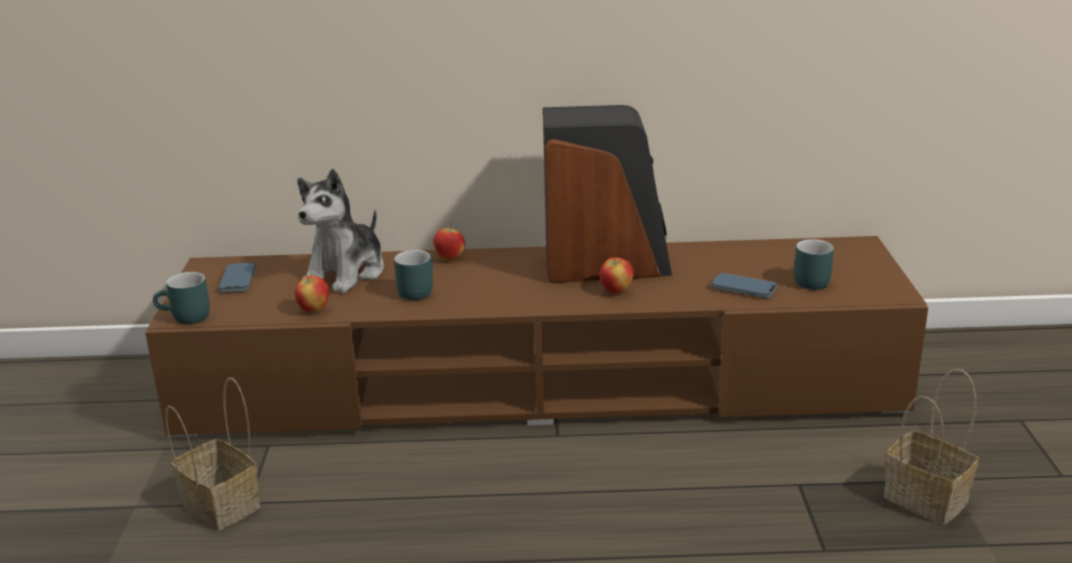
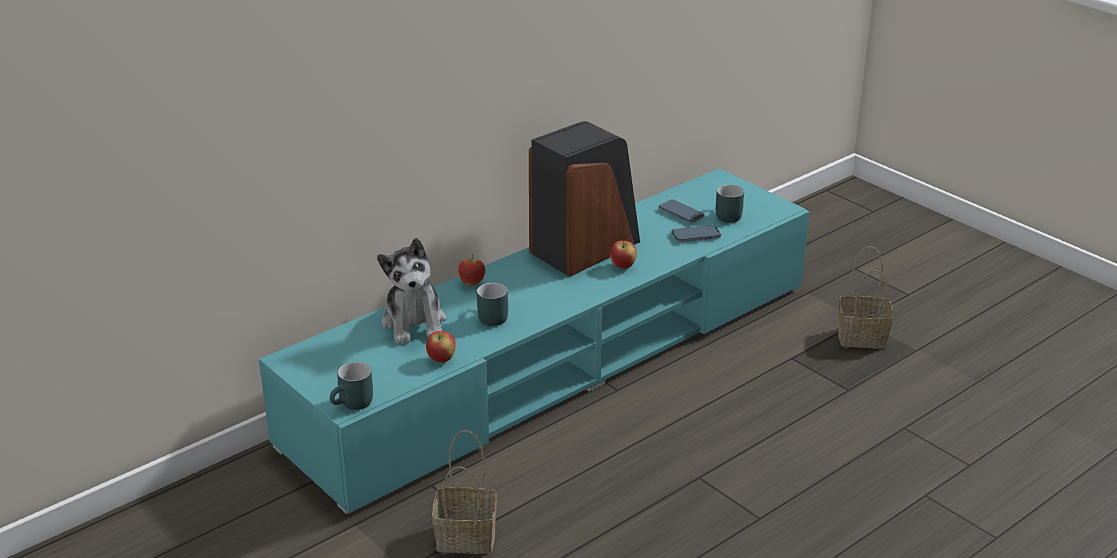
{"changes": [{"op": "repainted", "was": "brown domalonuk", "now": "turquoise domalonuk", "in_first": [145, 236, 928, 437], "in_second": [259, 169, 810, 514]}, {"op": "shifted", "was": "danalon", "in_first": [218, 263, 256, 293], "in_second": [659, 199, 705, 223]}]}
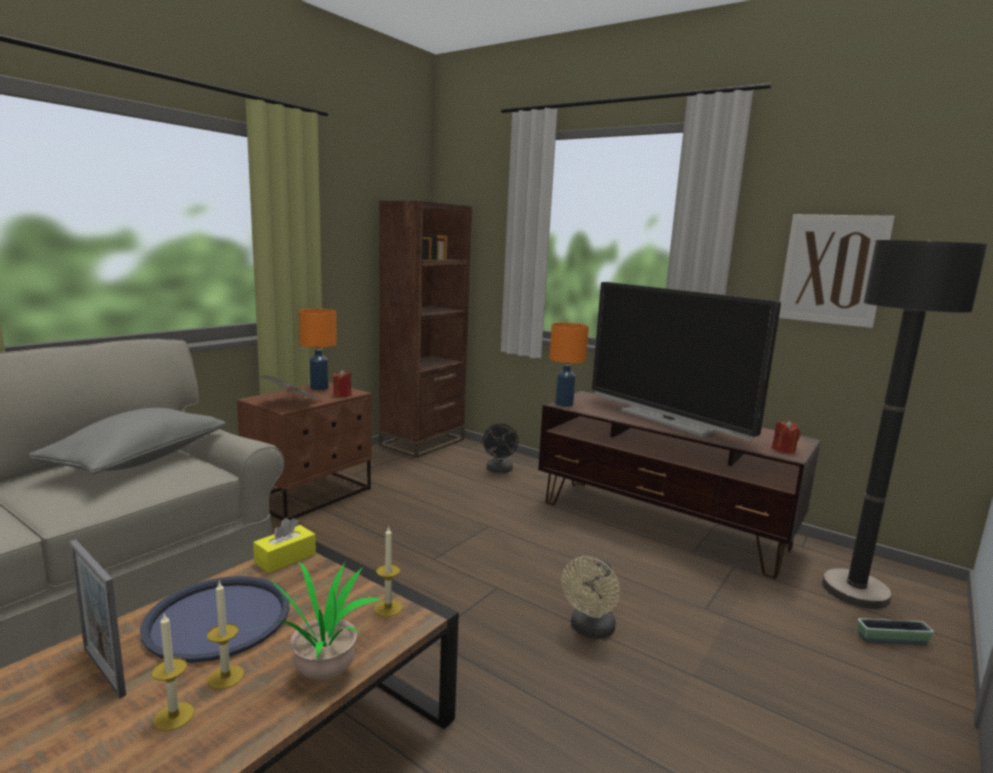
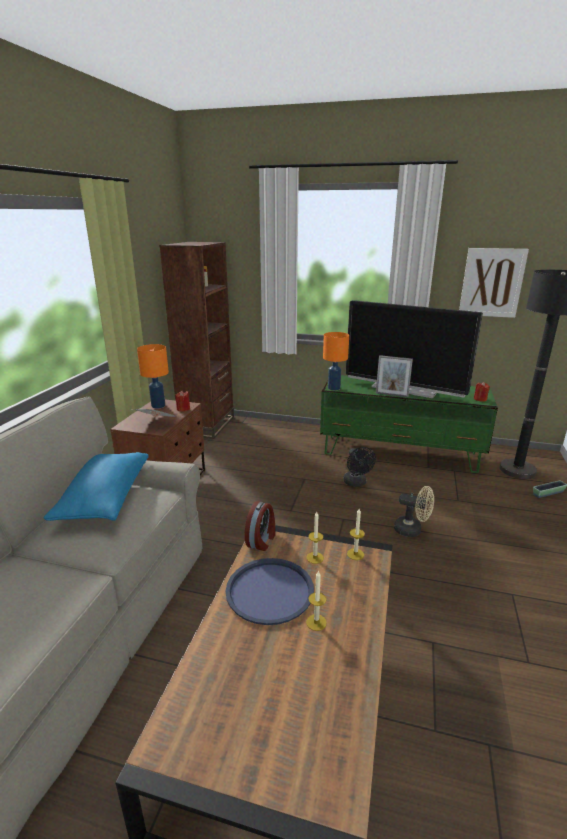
{"changes": [{"op": "repainted", "was": "brown domalonuk", "now": "green domalonuk", "in_first": [538, 391, 821, 579], "in_second": [320, 375, 498, 473]}, {"op": "repainted", "was": "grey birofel", "now": "blue birofel", "in_first": [29, 408, 226, 474], "in_second": [44, 452, 149, 521]}, {"op": "shifted", "was": "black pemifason", "in_first": [483, 424, 519, 473], "in_second": [343, 447, 376, 487]}, {"op": "swapped", "was": "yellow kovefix", "now": "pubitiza", "in_first": [253, 518, 316, 573], "in_second": [245, 501, 275, 551]}, {"op": "shifted", "was": "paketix", "in_first": [70, 540, 126, 698], "in_second": [376, 355, 413, 397]}, {"op": "rotated", "was": "beige pemifason", "in_first": [561, 556, 620, 639], "in_second": [394, 486, 434, 537], "clockwise": -75}, {"op": "gone", "was": "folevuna", "in_first": [247, 561, 381, 680]}, {"op": "shifted", "was": "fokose", "in_first": [151, 614, 194, 731], "in_second": [307, 512, 324, 564]}]}
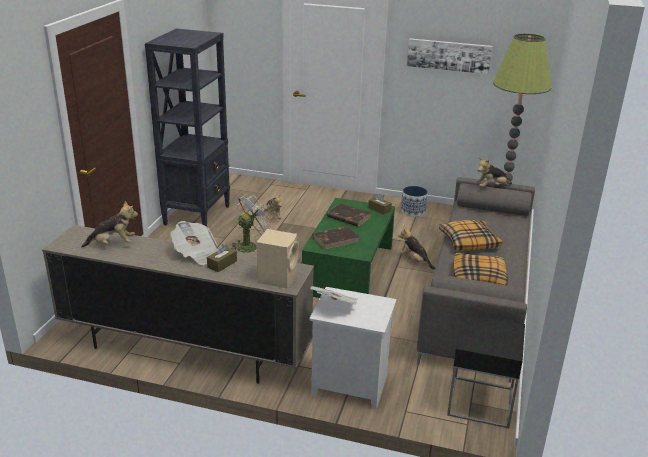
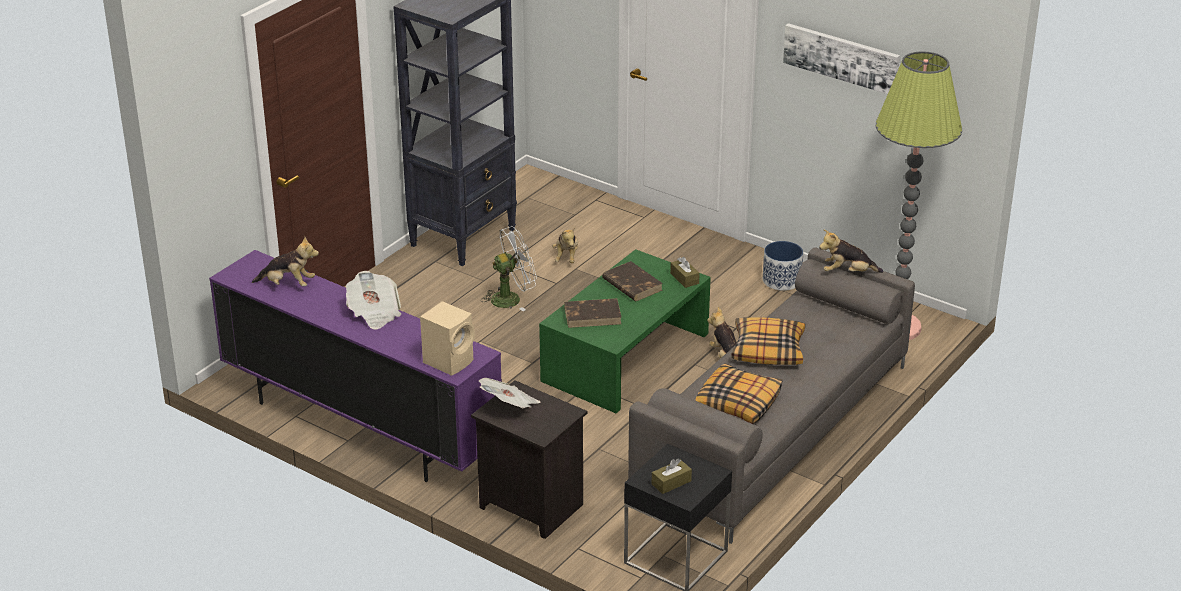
{"changes": [{"op": "repainted", "was": "beige domalonuk", "now": "purple domalonuk", "in_first": [42, 225, 314, 384], "in_second": [209, 250, 502, 482]}, {"op": "shifted", "was": "brown kovefix", "in_first": [207, 243, 237, 272], "in_second": [652, 458, 692, 494]}, {"op": "repainted", "was": "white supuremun", "now": "black supuremun", "in_first": [309, 287, 397, 409], "in_second": [471, 380, 587, 539]}]}
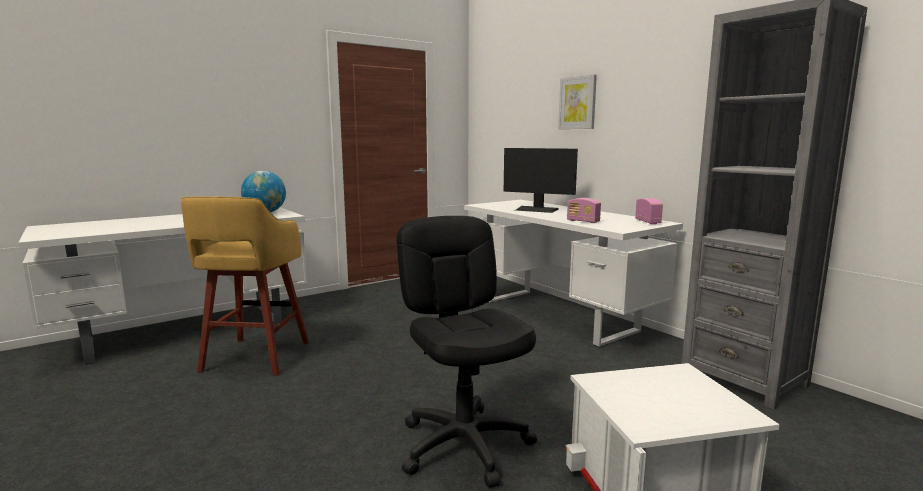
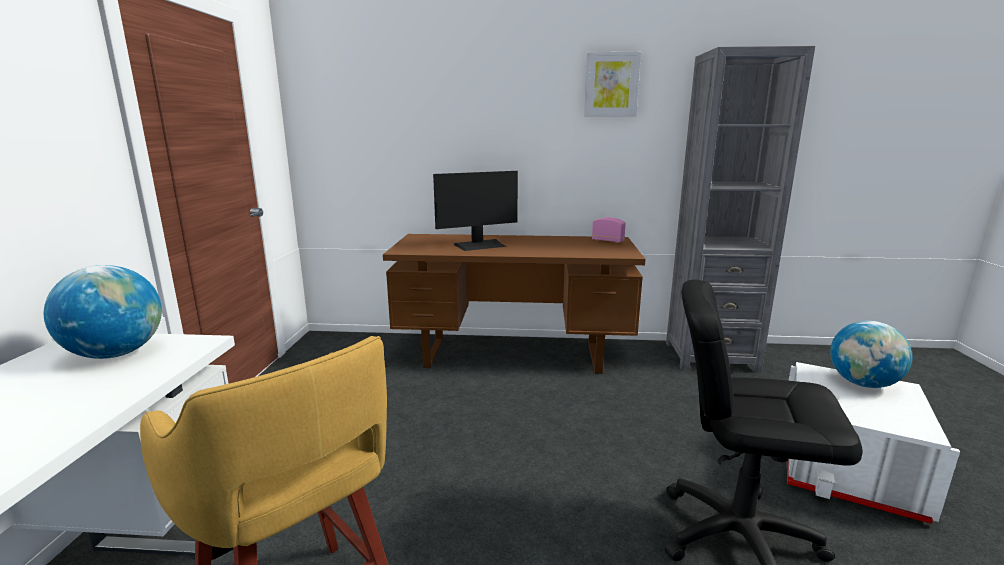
{"changes": [{"op": "shifted", "was": "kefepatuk", "in_first": [558, 74, 597, 129], "in_second": [584, 52, 641, 117]}, {"op": "gone", "was": "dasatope", "in_first": [567, 198, 601, 223]}, {"op": "repainted", "was": "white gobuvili", "now": "brown gobuvili", "in_first": [464, 200, 683, 347], "in_second": [383, 234, 646, 374]}, {"op": "new", "now": "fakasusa", "in_second": [830, 321, 913, 388]}]}
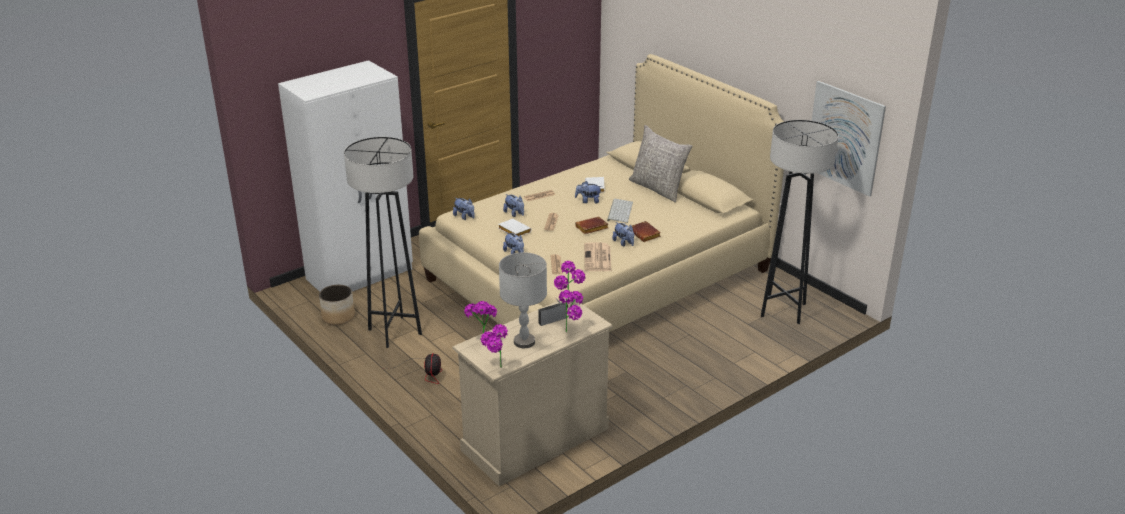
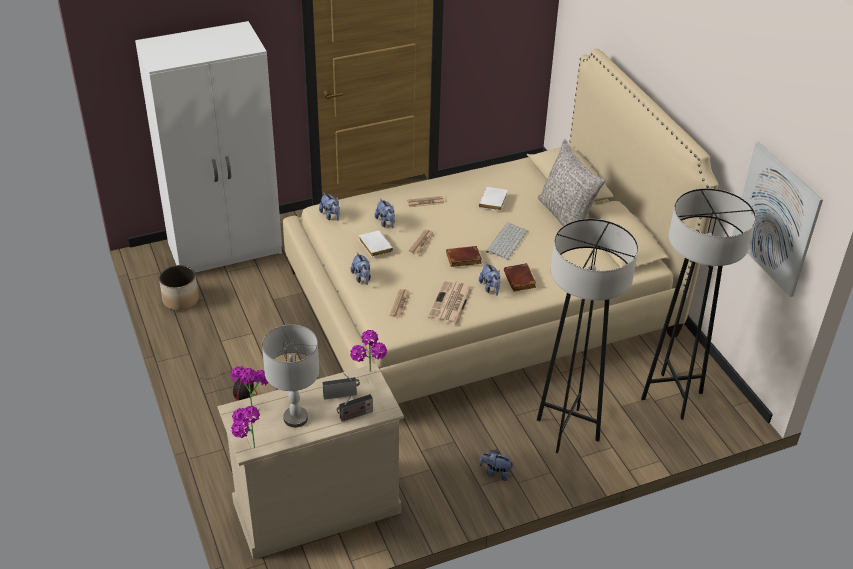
{"changes": [{"op": "shifted", "was": "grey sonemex", "in_first": [344, 137, 422, 348], "in_second": [537, 219, 638, 453]}, {"op": "shifted", "was": "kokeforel", "in_first": [575, 181, 602, 203], "in_second": [479, 450, 514, 481]}, {"op": "swapped", "was": "folevuna", "now": "dasatope", "in_first": [559, 290, 583, 332], "in_second": [337, 394, 373, 422]}]}
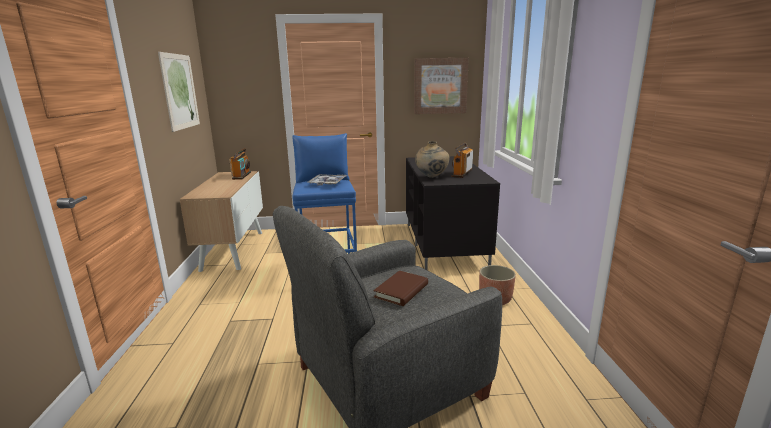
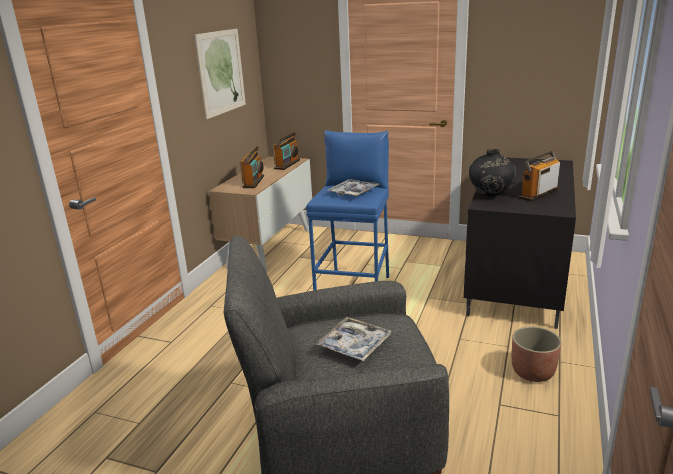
{"changes": [{"op": "gone", "was": "kefepatuk", "in_first": [414, 58, 469, 114]}, {"op": "repainted", "was": "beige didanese", "now": "black didanese", "in_first": [415, 141, 450, 178], "in_second": [469, 149, 516, 197]}, {"op": "swapped", "was": "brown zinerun", "now": "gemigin", "in_first": [374, 271, 428, 306], "in_second": [315, 317, 392, 361]}, {"op": "new", "now": "dasatope", "in_second": [240, 146, 264, 188]}]}
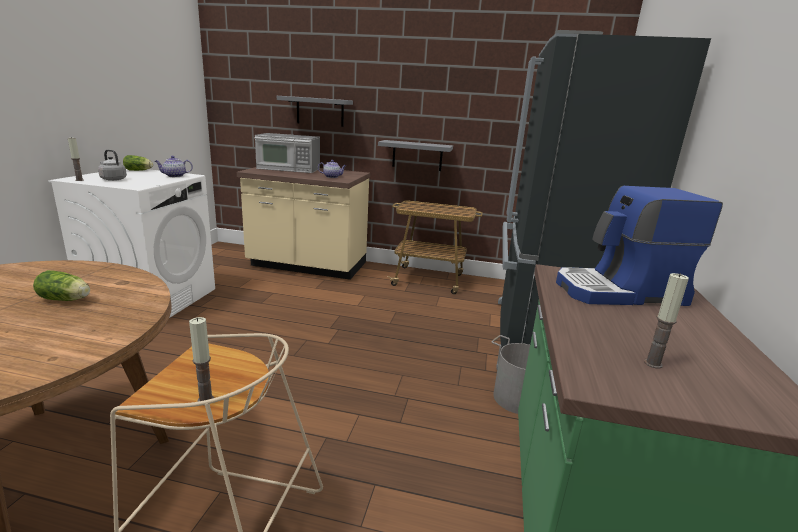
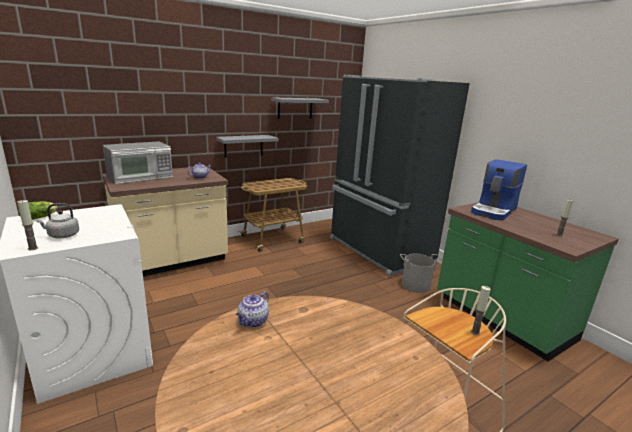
{"changes": [{"op": "shifted", "was": "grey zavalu", "in_first": [277, 96, 353, 127], "in_second": [271, 97, 329, 119]}, {"op": "shifted", "was": "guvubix", "in_first": [155, 156, 193, 177], "in_second": [236, 291, 269, 327]}, {"op": "gone", "was": "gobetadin", "in_first": [33, 270, 90, 301]}]}
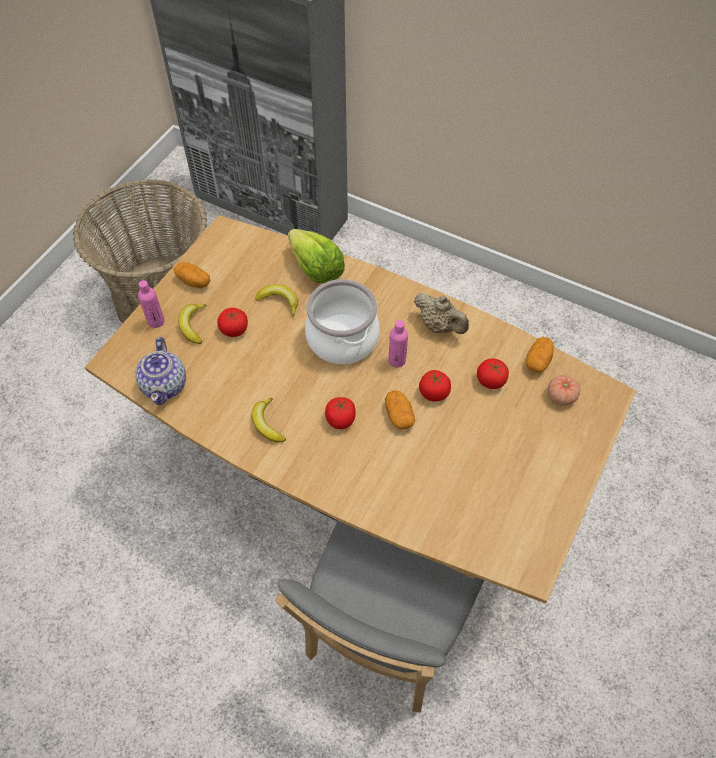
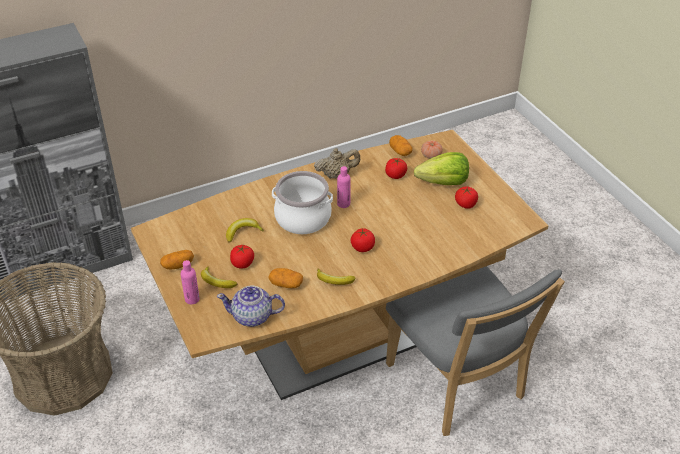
{"changes": [{"op": "shifted", "was": "gobetadin", "in_first": [288, 229, 345, 283], "in_second": [414, 152, 469, 185]}, {"op": "rotated", "was": "guvubix", "in_first": [135, 337, 186, 405], "in_second": [217, 286, 285, 327], "clockwise": 150}, {"op": "shifted", "was": "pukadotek", "in_first": [419, 370, 451, 402], "in_second": [455, 186, 478, 209]}, {"op": "shifted", "was": "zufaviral", "in_first": [385, 390, 415, 430], "in_second": [268, 268, 303, 288]}]}
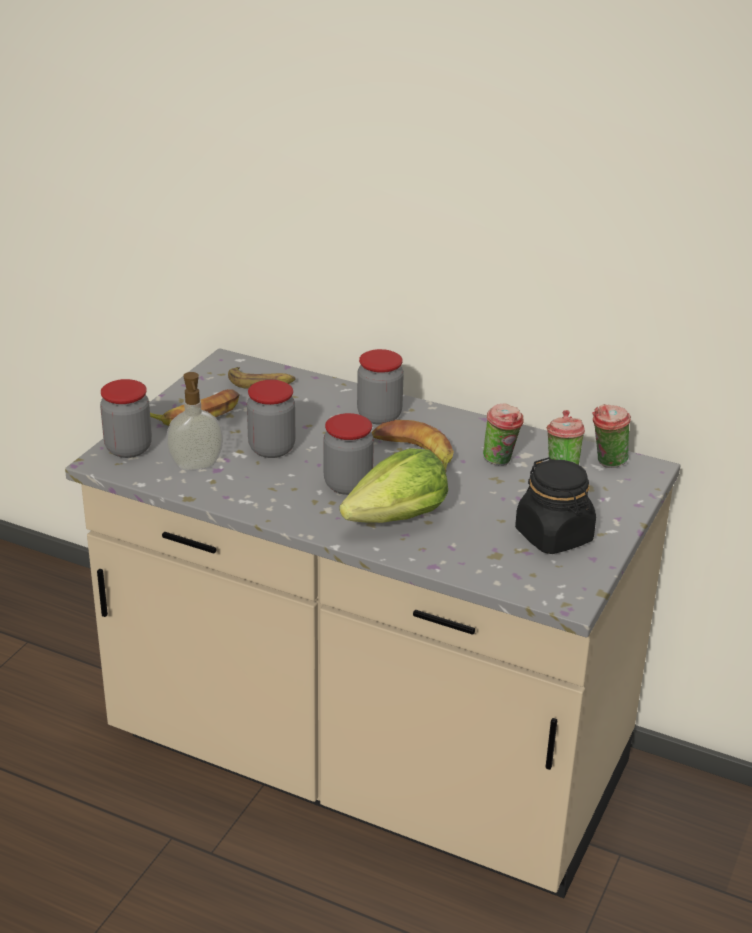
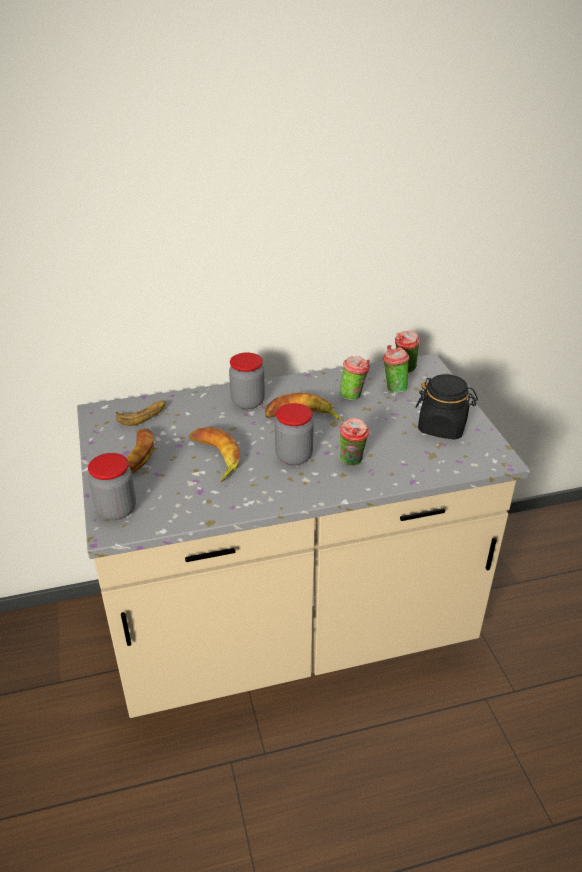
{"changes": [{"op": "gone", "was": "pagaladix", "in_first": [166, 372, 223, 470]}, {"op": "swapped", "was": "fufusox", "now": "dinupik", "in_first": [247, 380, 295, 458], "in_second": [189, 427, 240, 482]}, {"op": "swapped", "was": "gobetadin", "now": "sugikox", "in_first": [340, 448, 448, 523], "in_second": [339, 418, 370, 466]}]}
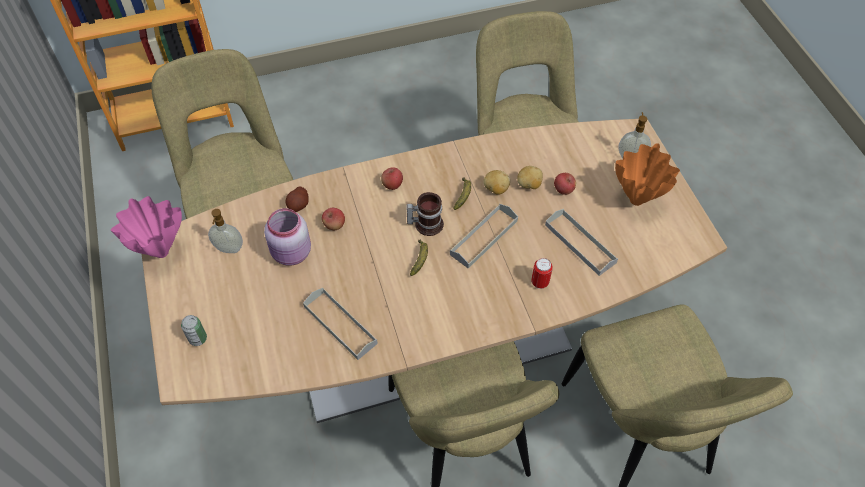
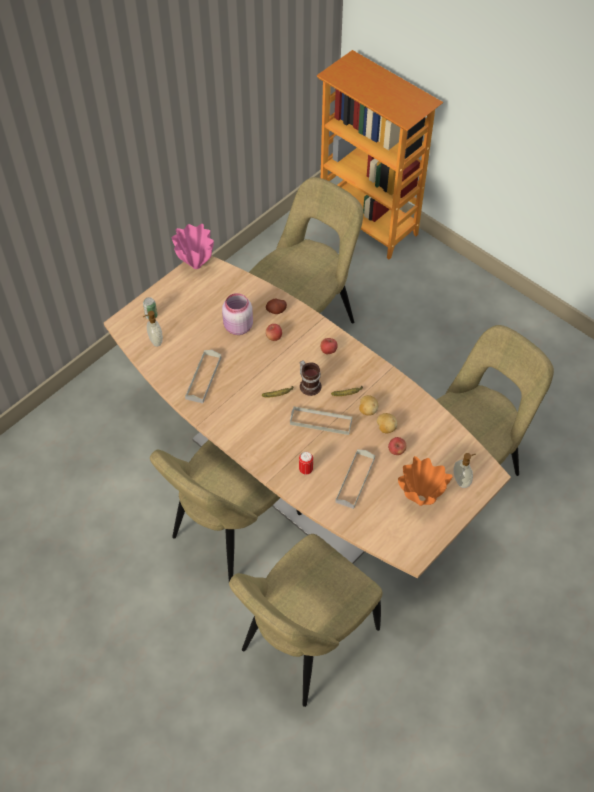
{"changes": [{"op": "shifted", "was": "pagaladix", "in_first": [208, 209, 243, 253], "in_second": [143, 311, 163, 347]}]}
